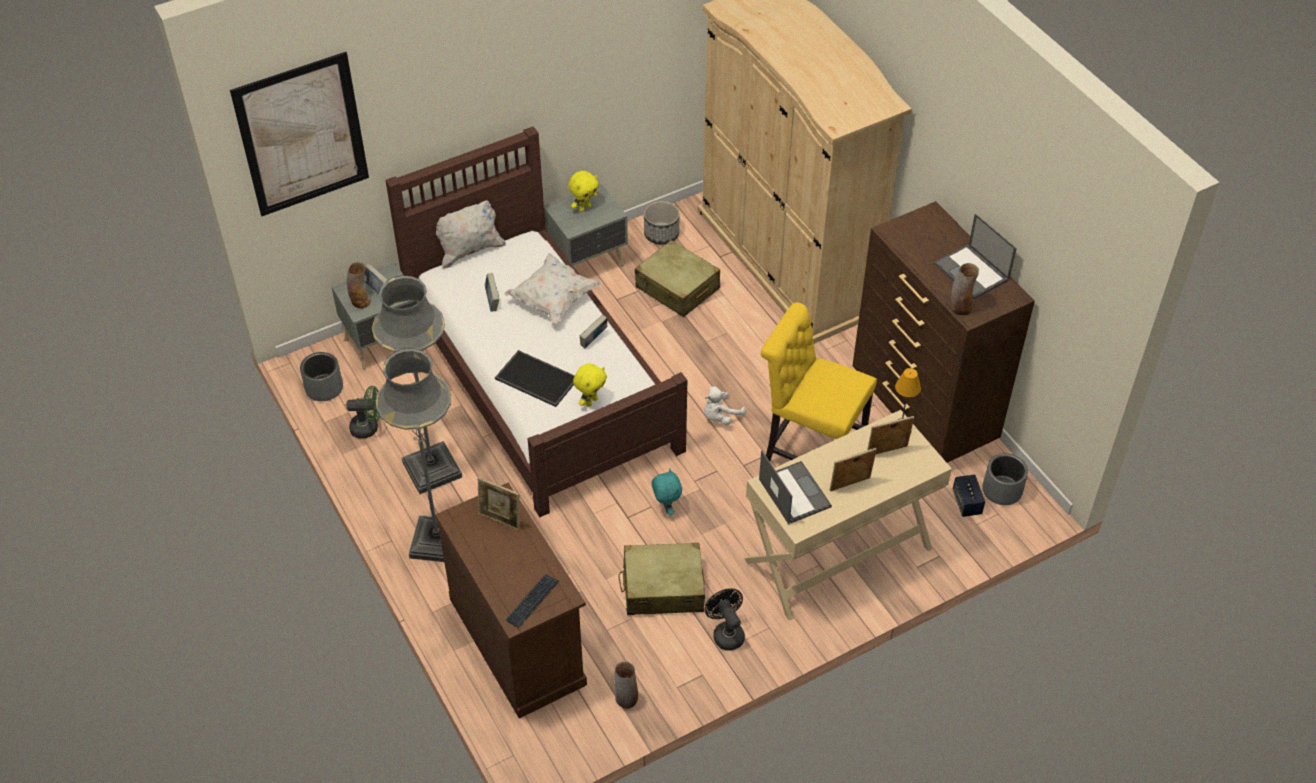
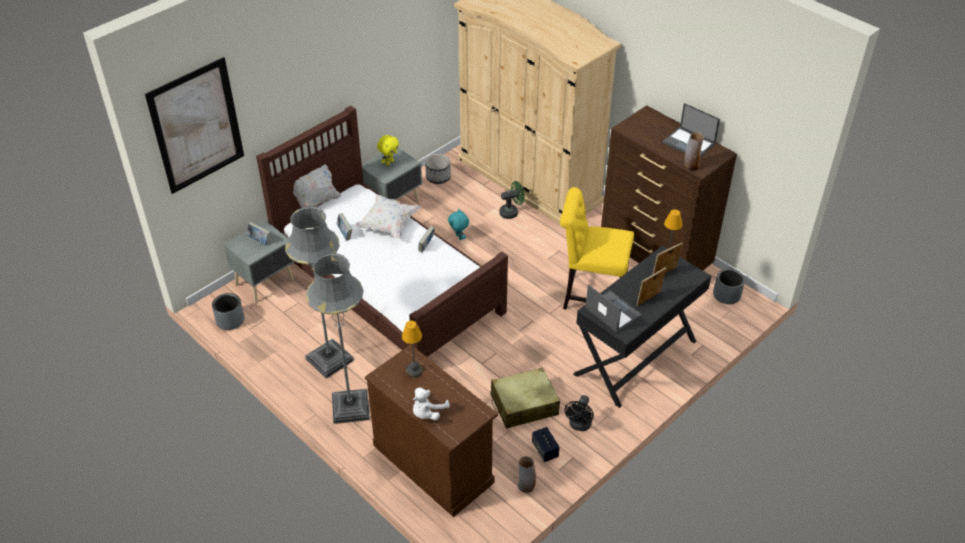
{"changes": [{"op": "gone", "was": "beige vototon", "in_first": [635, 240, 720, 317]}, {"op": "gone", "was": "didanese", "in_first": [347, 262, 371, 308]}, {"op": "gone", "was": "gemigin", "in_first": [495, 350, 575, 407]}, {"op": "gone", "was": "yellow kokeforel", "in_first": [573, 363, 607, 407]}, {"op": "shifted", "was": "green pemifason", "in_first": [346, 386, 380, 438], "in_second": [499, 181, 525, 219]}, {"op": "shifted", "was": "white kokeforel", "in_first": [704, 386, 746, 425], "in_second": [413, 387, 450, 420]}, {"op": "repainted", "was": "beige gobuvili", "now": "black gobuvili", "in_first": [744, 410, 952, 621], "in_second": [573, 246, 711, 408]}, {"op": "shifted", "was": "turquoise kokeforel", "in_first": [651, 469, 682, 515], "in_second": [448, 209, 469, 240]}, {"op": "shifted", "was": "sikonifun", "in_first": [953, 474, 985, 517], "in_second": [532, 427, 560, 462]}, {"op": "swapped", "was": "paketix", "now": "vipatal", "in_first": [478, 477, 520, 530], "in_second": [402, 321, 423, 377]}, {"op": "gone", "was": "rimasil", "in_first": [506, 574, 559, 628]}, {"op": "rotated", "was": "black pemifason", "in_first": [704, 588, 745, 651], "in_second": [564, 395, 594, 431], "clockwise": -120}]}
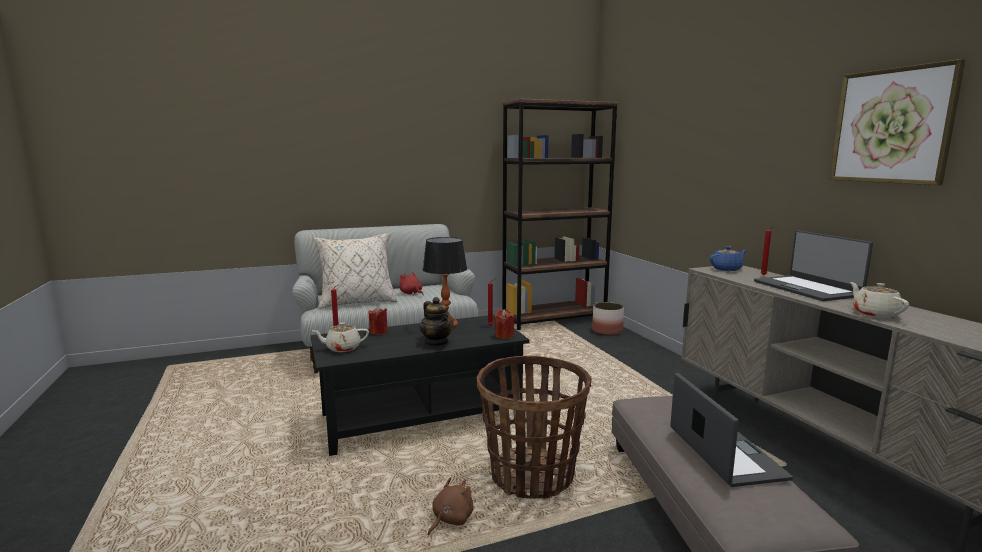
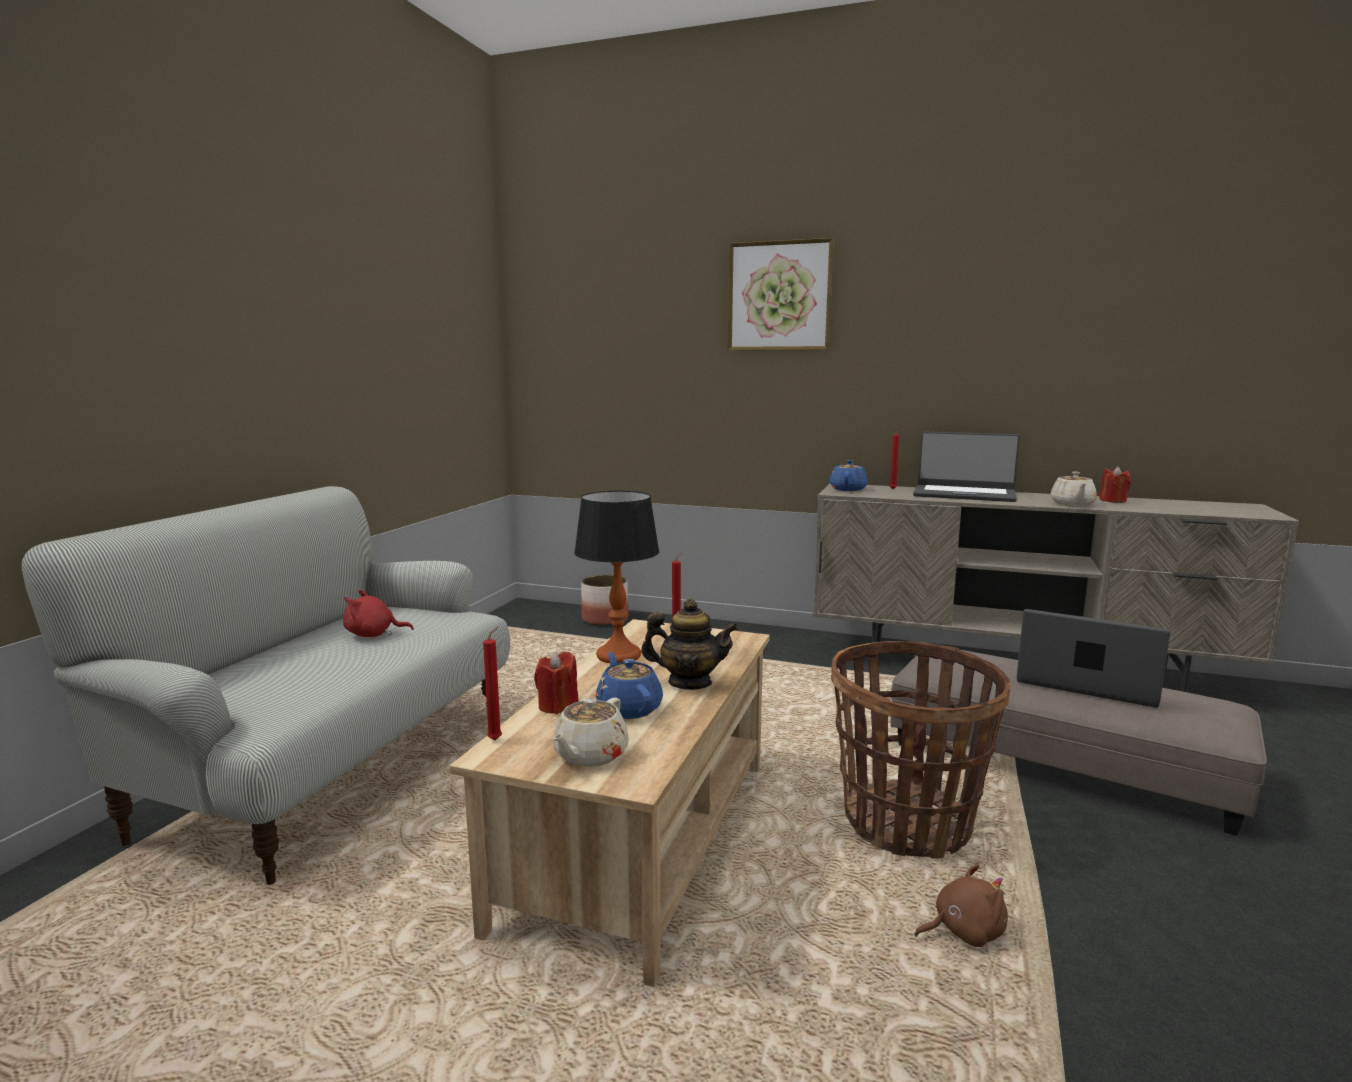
{"changes": [{"op": "shifted", "was": "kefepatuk", "in_first": [829, 59, 966, 185], "in_second": [727, 238, 834, 351]}, {"op": "gone", "was": "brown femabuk", "in_first": [502, 98, 618, 330]}, {"op": "gone", "was": "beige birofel", "in_first": [313, 233, 397, 309]}, {"op": "rotated", "was": "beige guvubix", "in_first": [850, 282, 909, 318], "in_second": [1051, 472, 1097, 506], "clockwise": -105}, {"op": "shifted", "was": "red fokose", "in_first": [494, 310, 514, 339], "in_second": [1099, 466, 1131, 503]}, {"op": "repainted", "was": "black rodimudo", "now": "beige rodimudo", "in_first": [311, 315, 530, 456], "in_second": [450, 619, 770, 987]}, {"op": "rotated", "was": "brown kokeforel", "in_first": [428, 477, 473, 536], "in_second": [915, 864, 1008, 947], "clockwise": 90}, {"op": "new", "now": "blue guvubix", "in_second": [596, 652, 663, 719]}]}
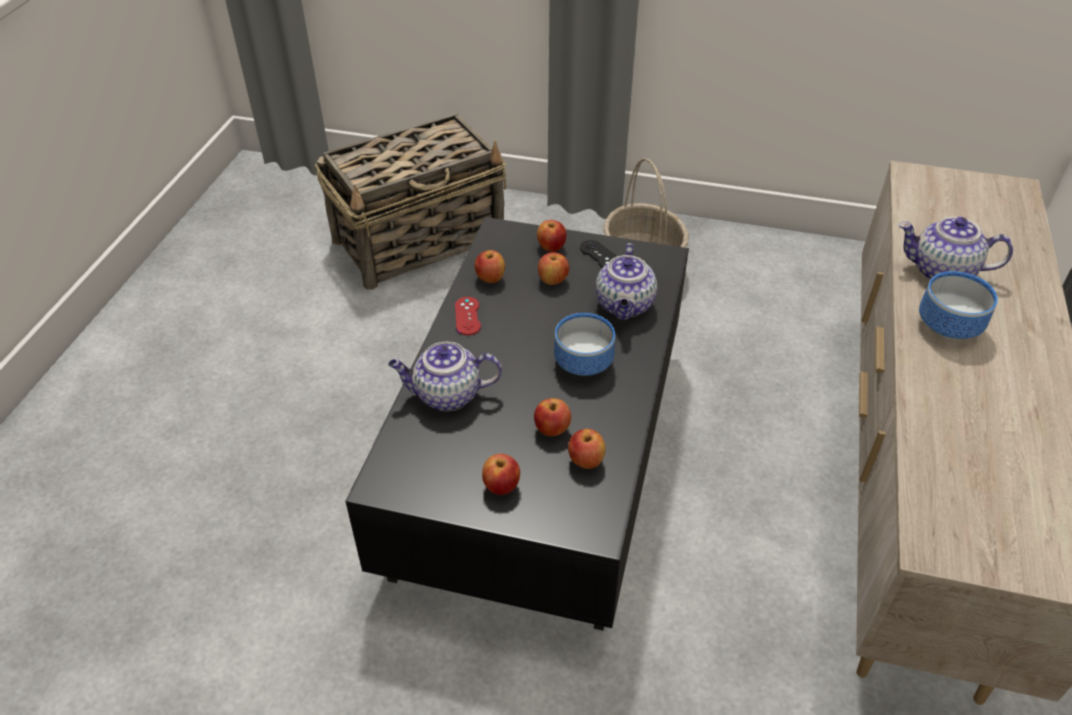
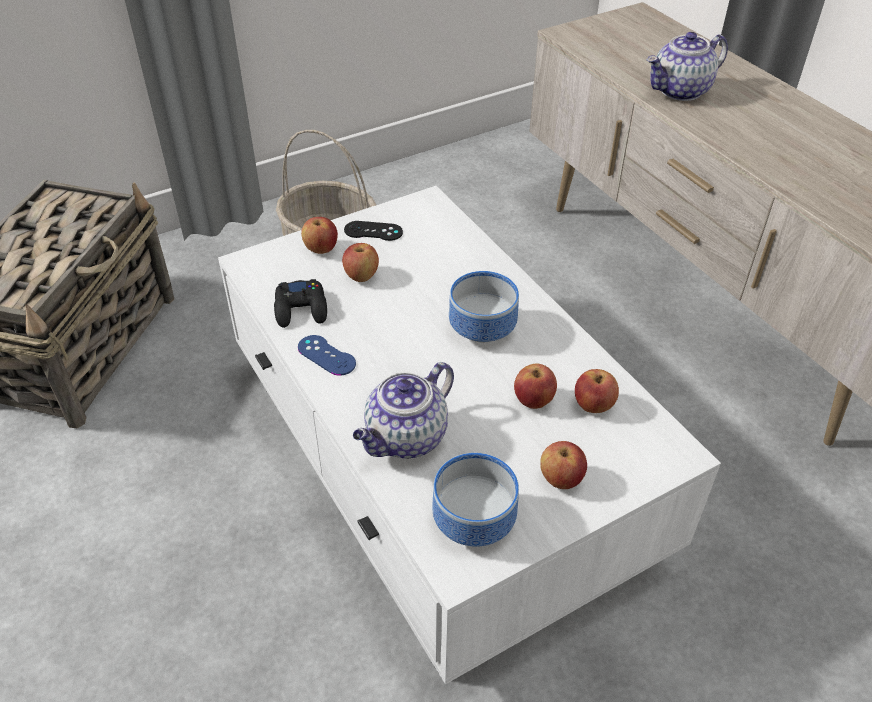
{"changes": [{"op": "repainted", "was": "black rodimudo", "now": "white rodimudo", "in_first": [345, 217, 689, 631], "in_second": [218, 186, 721, 684]}, {"op": "gone", "was": "guvubix", "in_first": [596, 243, 657, 320]}, {"op": "swapped", "was": "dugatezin", "now": "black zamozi", "in_first": [475, 250, 505, 283], "in_second": [274, 279, 327, 328]}, {"op": "shifted", "was": "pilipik", "in_first": [919, 271, 998, 340], "in_second": [432, 453, 519, 547]}, {"op": "repainted", "was": "red zamozi", "now": "blue zamozi", "in_first": [455, 297, 481, 335], "in_second": [298, 335, 356, 376]}]}
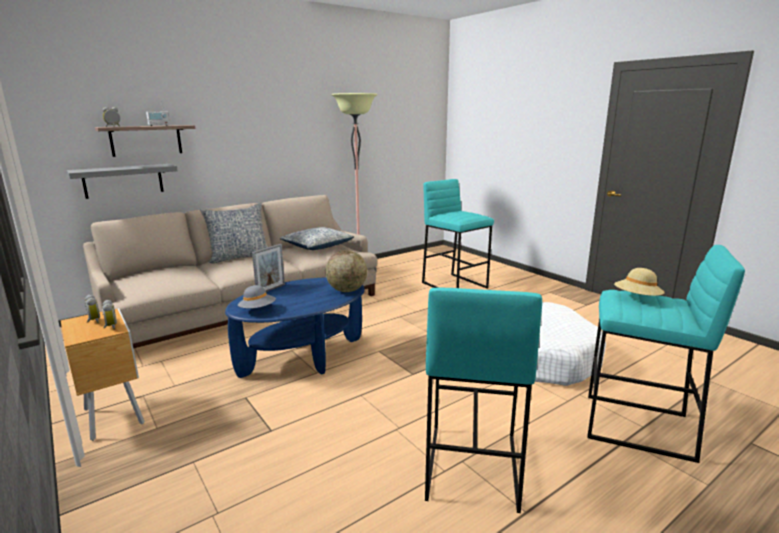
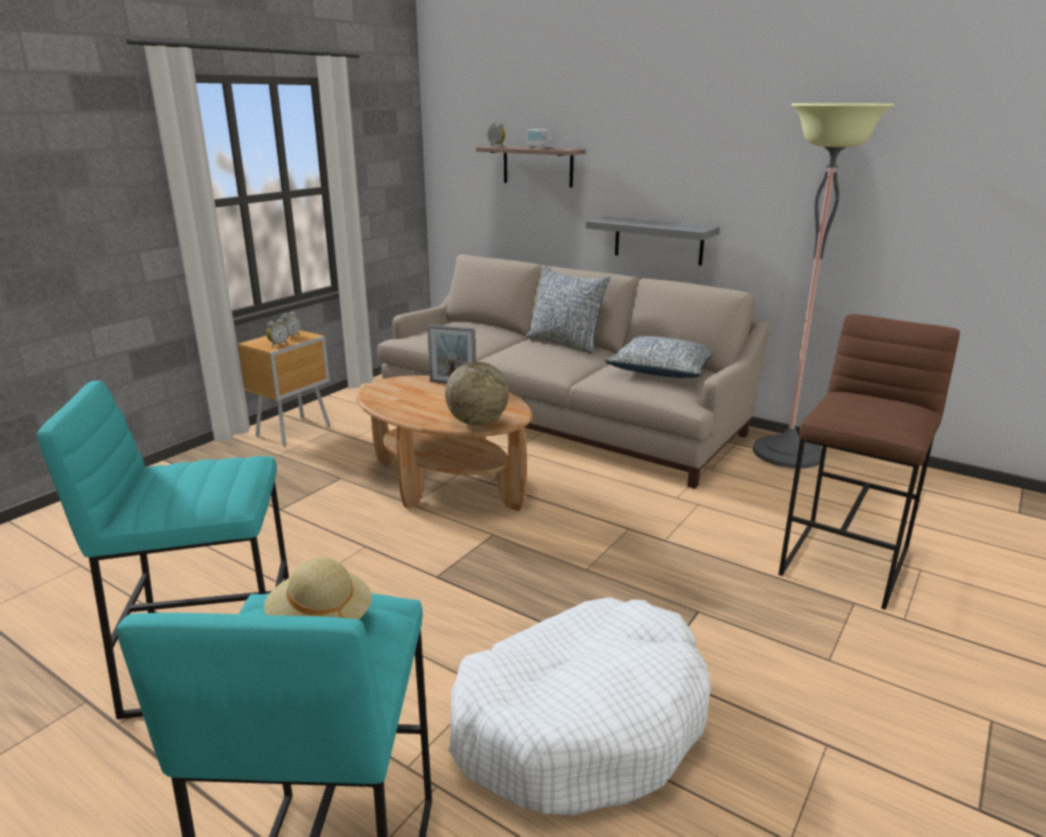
{"changes": [{"op": "shifted", "was": "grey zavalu", "in_first": [67, 164, 178, 199], "in_second": [586, 217, 720, 266]}, {"op": "repainted", "was": "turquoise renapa", "now": "brown renapa", "in_first": [422, 179, 494, 289], "in_second": [779, 314, 960, 610]}, {"op": "repainted", "was": "blue rodimudo", "now": "brown rodimudo", "in_first": [225, 277, 365, 378], "in_second": [356, 376, 532, 511]}, {"op": "gone", "was": "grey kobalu", "in_first": [238, 285, 276, 308]}]}
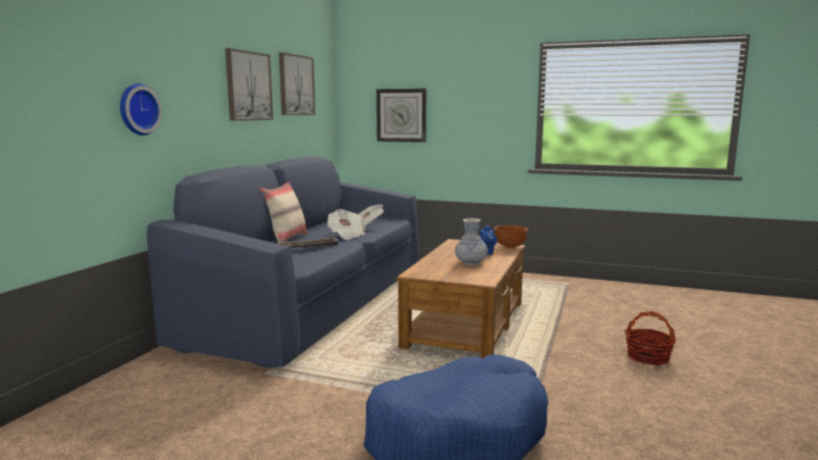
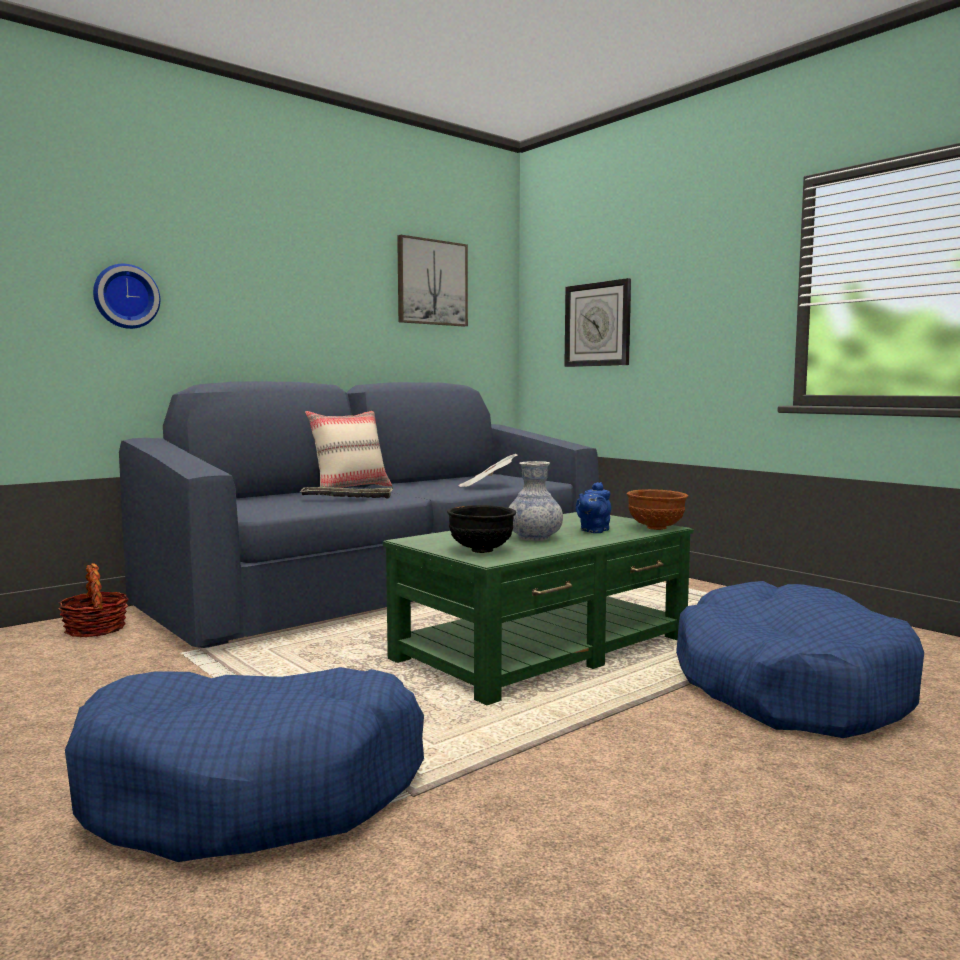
{"changes": [{"op": "gone", "was": "kefepatuk", "in_first": [225, 48, 273, 121]}, {"op": "gone", "was": "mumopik", "in_first": [327, 209, 365, 240]}, {"op": "repainted", "was": "brown rodimudo", "now": "green rodimudo", "in_first": [396, 239, 525, 358], "in_second": [383, 512, 694, 706]}, {"op": "shifted", "was": "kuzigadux", "in_first": [625, 311, 676, 365], "in_second": [59, 563, 128, 637]}, {"op": "new", "now": "black pilipik", "in_second": [447, 505, 516, 553]}, {"op": "new", "now": "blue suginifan", "in_second": [676, 581, 924, 738]}]}
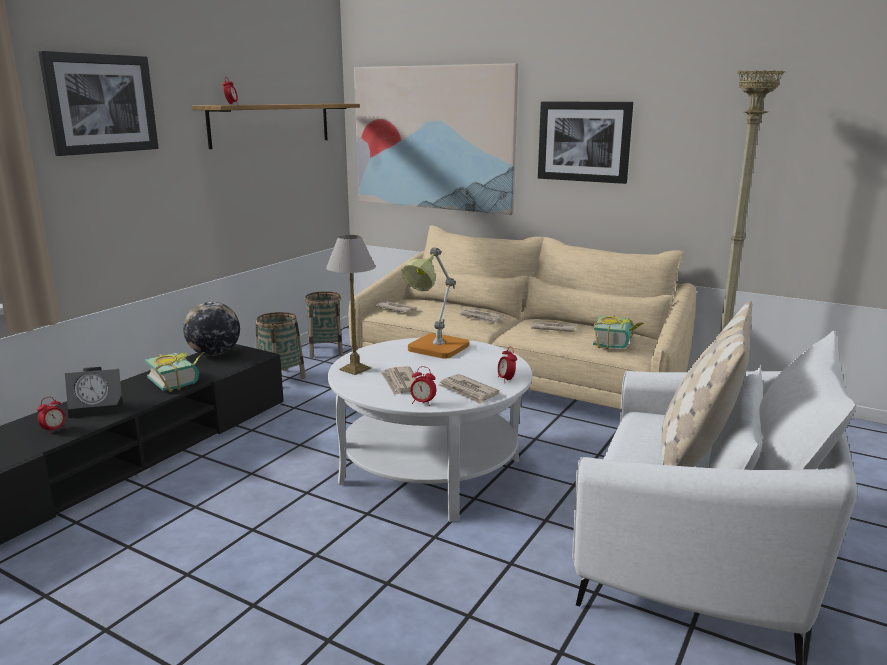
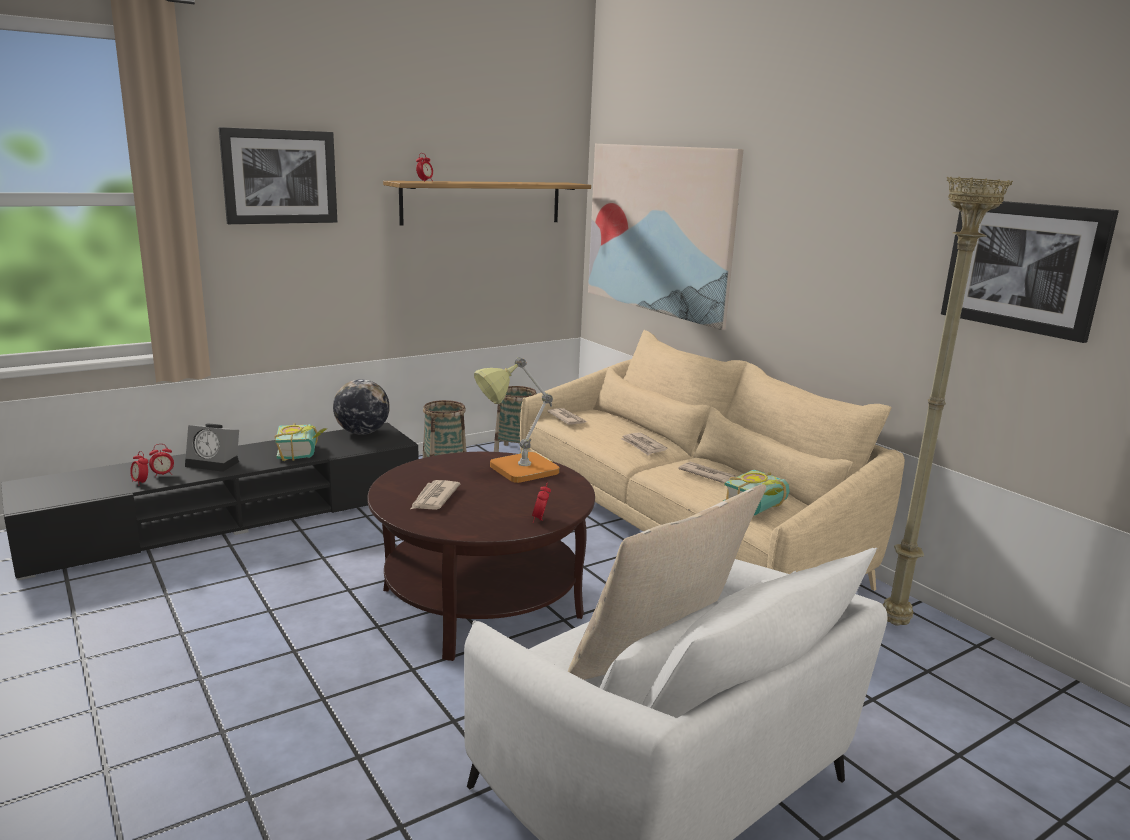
{"changes": [{"op": "shifted", "was": "kefepatuk", "in_first": [538, 101, 633, 184], "in_second": [941, 201, 1119, 343]}, {"op": "gone", "was": "vipatal", "in_first": [326, 235, 376, 375]}, {"op": "repainted", "was": "white rodimudo", "now": "brown rodimudo", "in_first": [328, 338, 532, 522], "in_second": [367, 452, 595, 661]}, {"op": "shifted", "was": "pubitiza", "in_first": [410, 366, 436, 406], "in_second": [130, 451, 148, 486]}, {"op": "gone", "was": "mumopik", "in_first": [438, 374, 500, 404]}]}
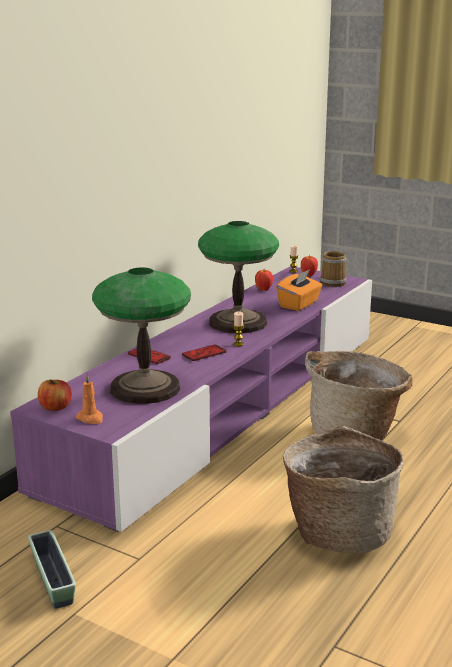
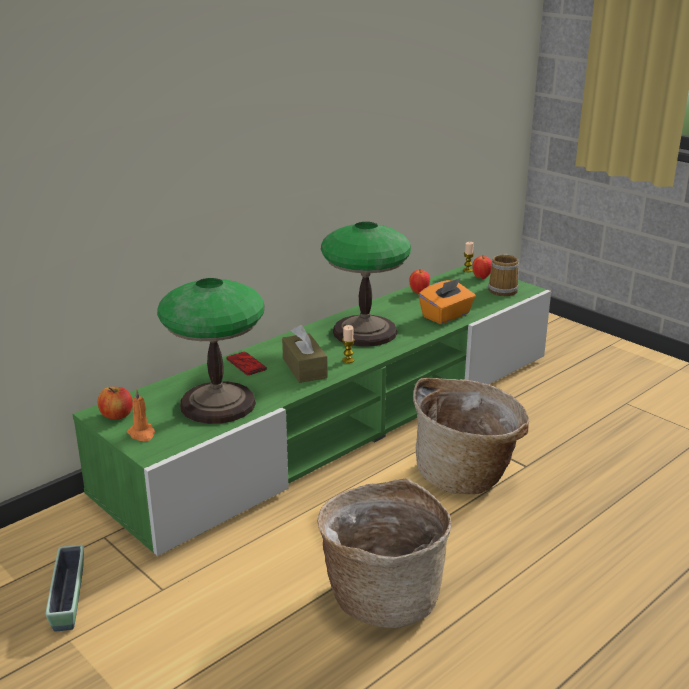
{"changes": [{"op": "repainted", "was": "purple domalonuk", "now": "green domalonuk", "in_first": [10, 266, 372, 532], "in_second": [72, 264, 551, 556]}, {"op": "swapped", "was": "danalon", "now": "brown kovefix", "in_first": [182, 345, 227, 361], "in_second": [282, 325, 328, 383]}]}
